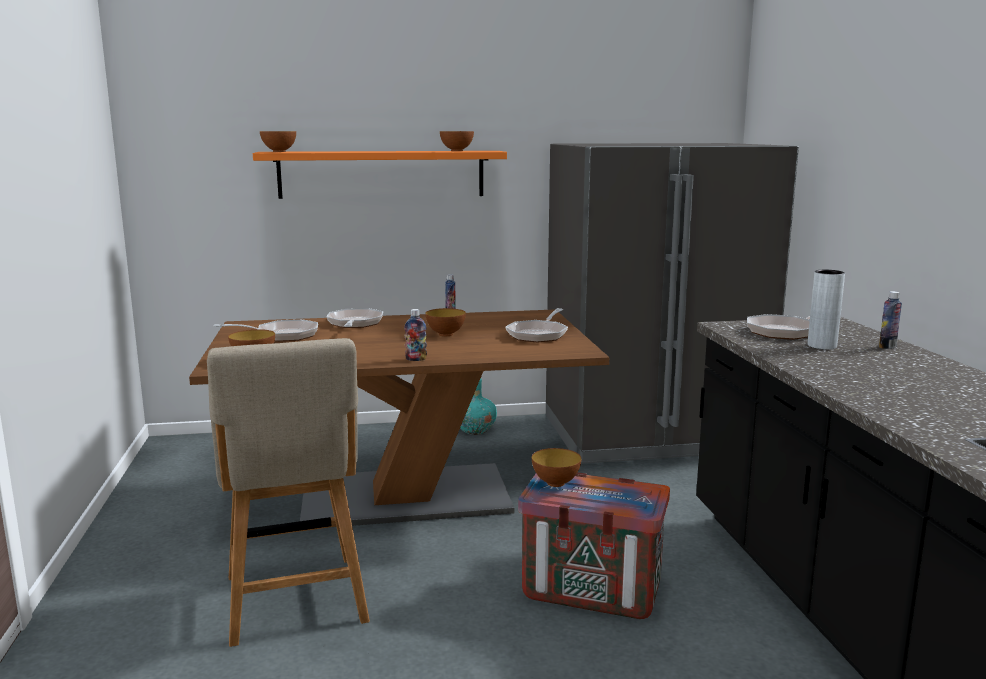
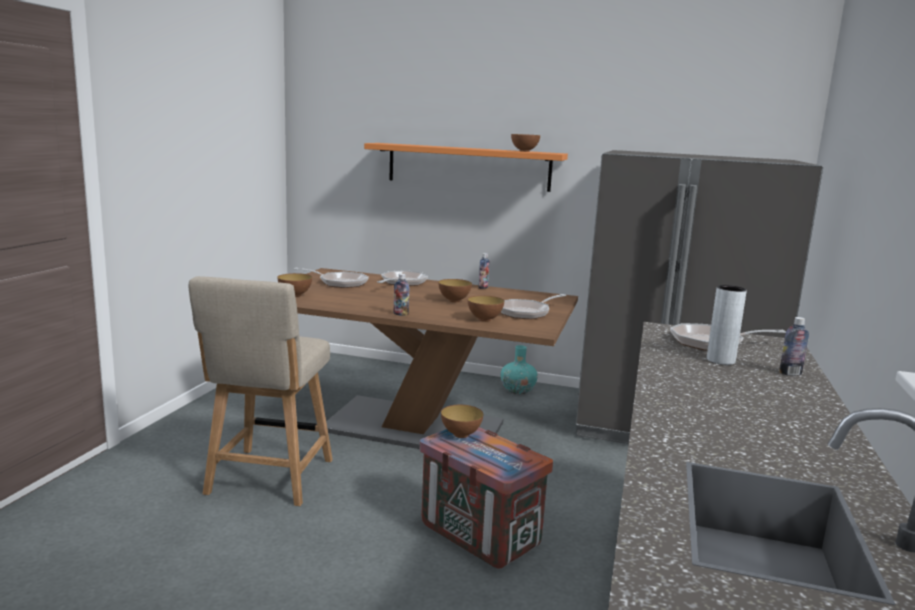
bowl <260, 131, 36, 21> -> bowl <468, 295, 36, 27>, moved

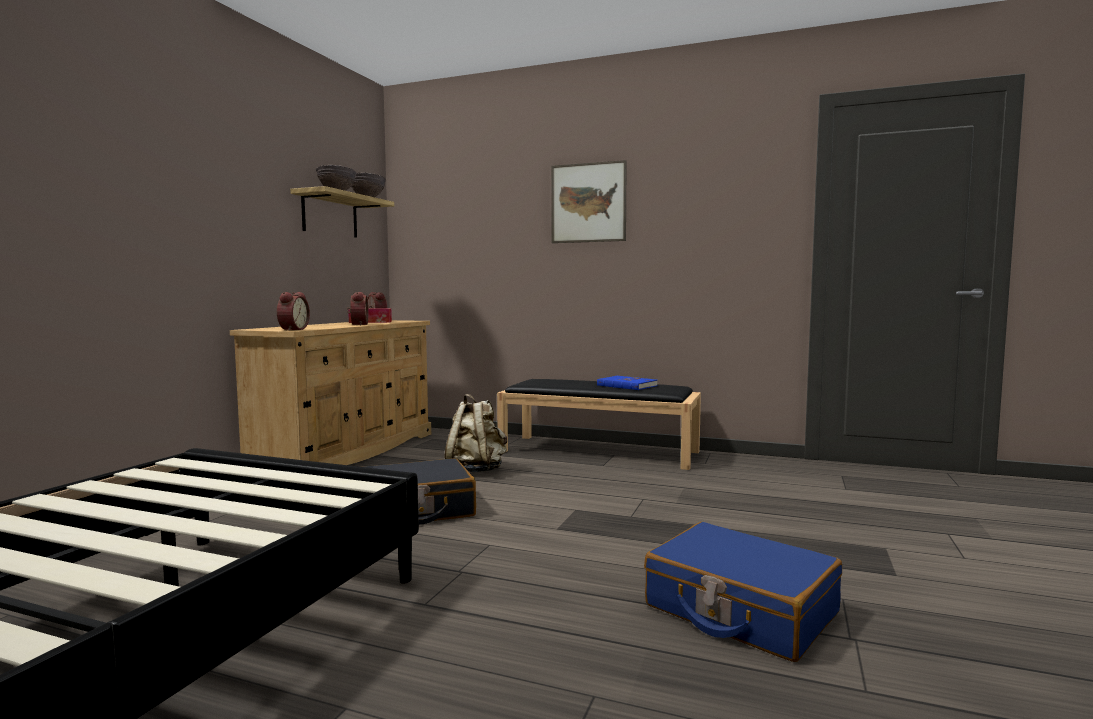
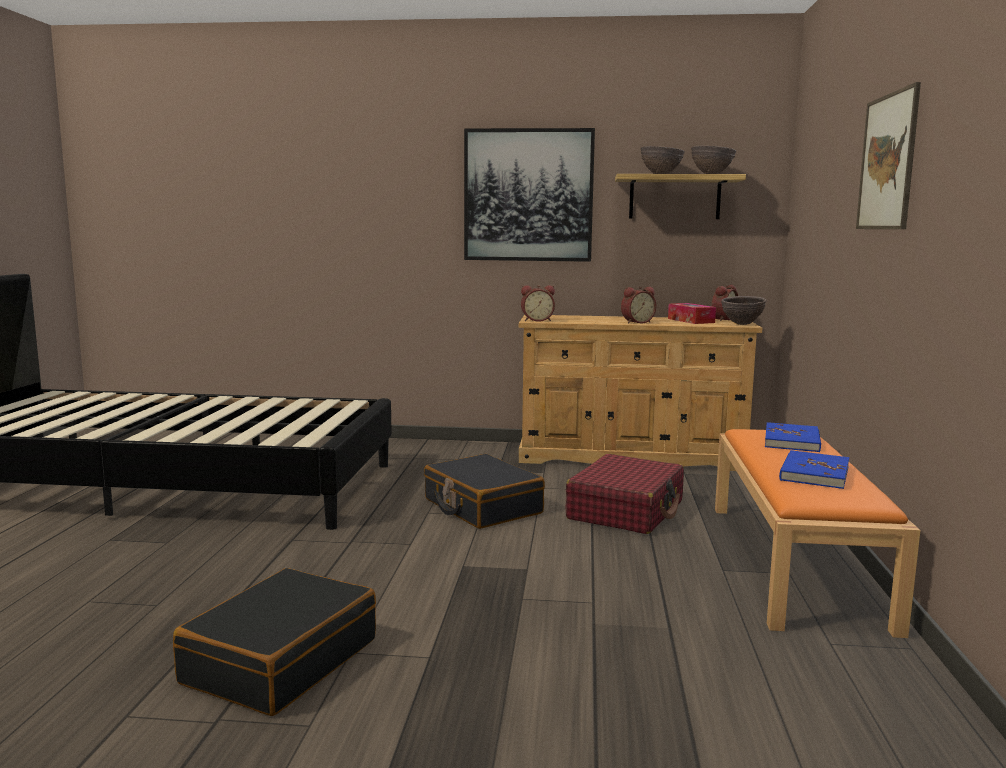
beige backpack <445, 394, 62, 78> -> red suitcase <565, 454, 119, 80>
black bench <497, 379, 204, 91> -> orange bench <715, 429, 206, 209>
blue suitcase <644, 522, 198, 140> -> black suitcase <173, 568, 203, 148>
none -> picture <464, 128, 131, 134>
none -> brown bowl <721, 296, 46, 29>
none -> blue book <765, 422, 56, 30>

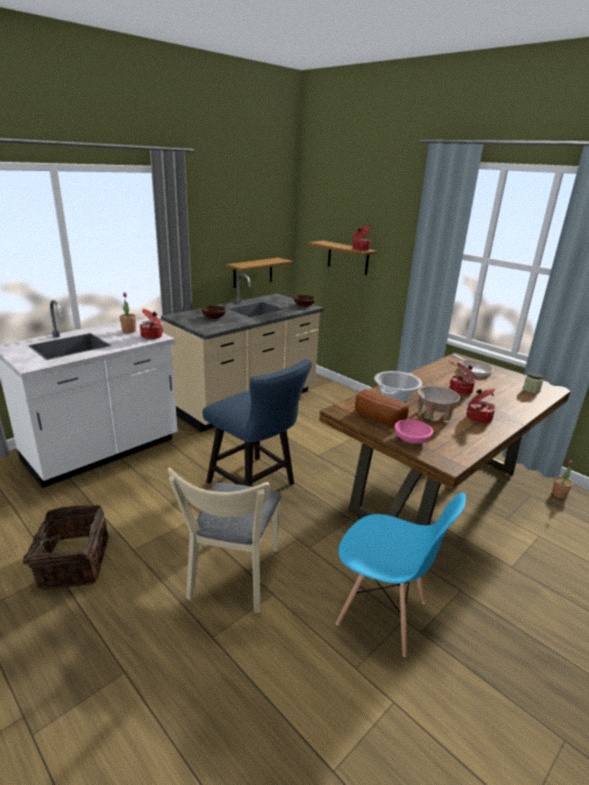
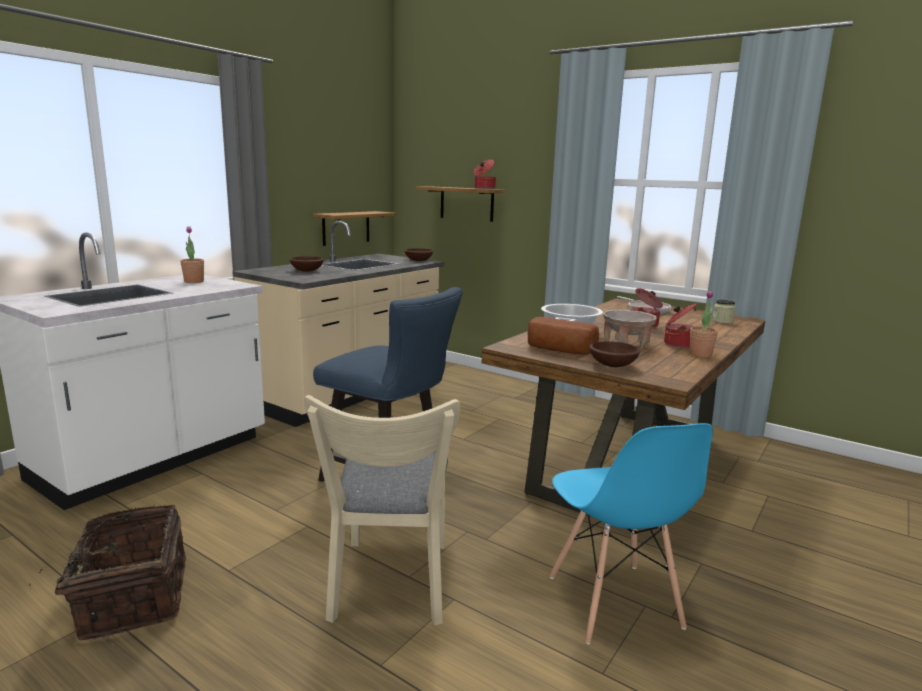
cooking pot <140, 309, 22, 30> -> none
blue chair <336, 493, 130, 164> -> blue chair <549, 423, 164, 221>, 60 degrees clockwise
pink bowl <395, 419, 38, 25> -> brown bowl <589, 341, 51, 26>
potted plant <552, 460, 21, 38> -> potted plant <690, 291, 28, 66>, moved

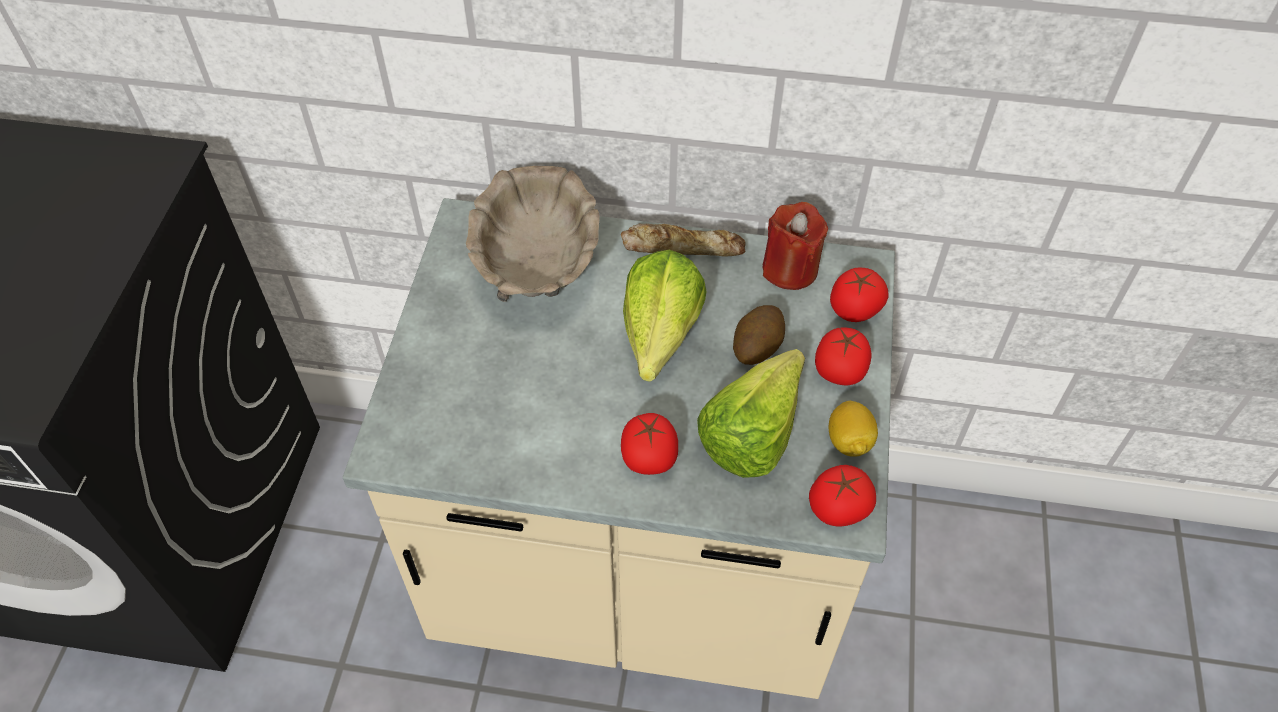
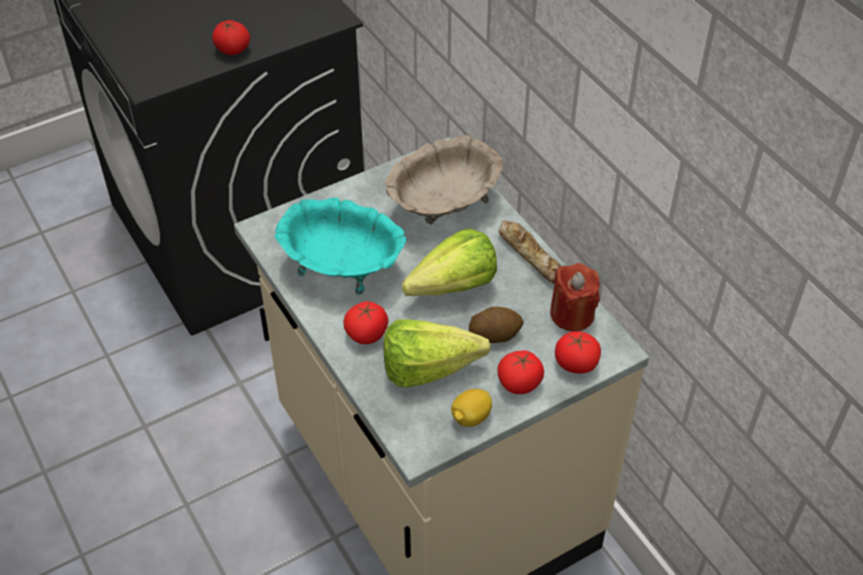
tomato <809, 465, 67, 61> -> tomato <212, 20, 38, 35>, moved
none -> turquoise bowl <274, 198, 132, 97>

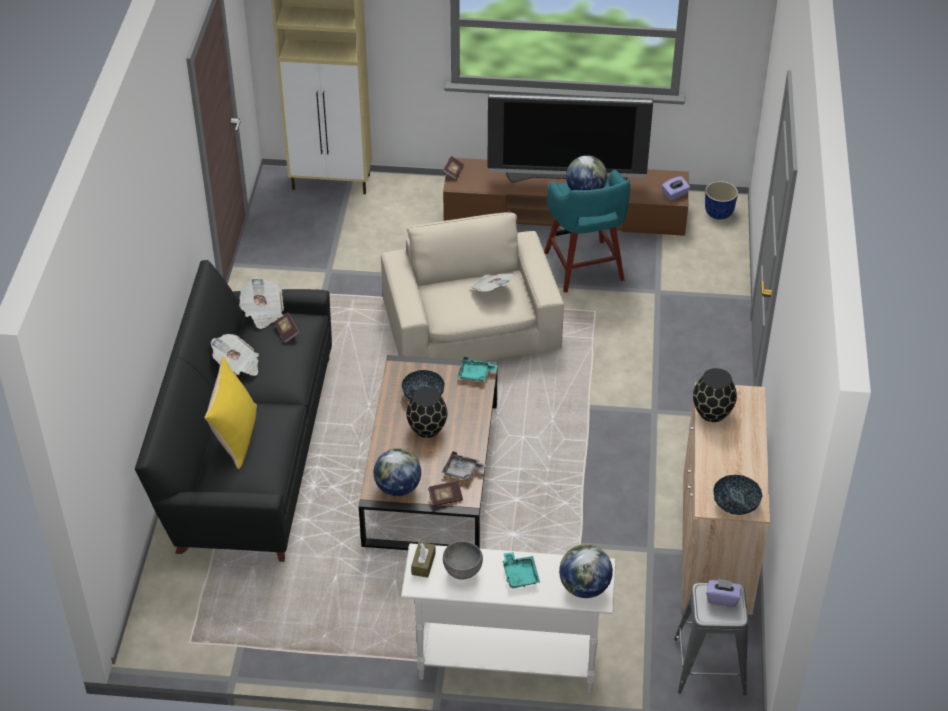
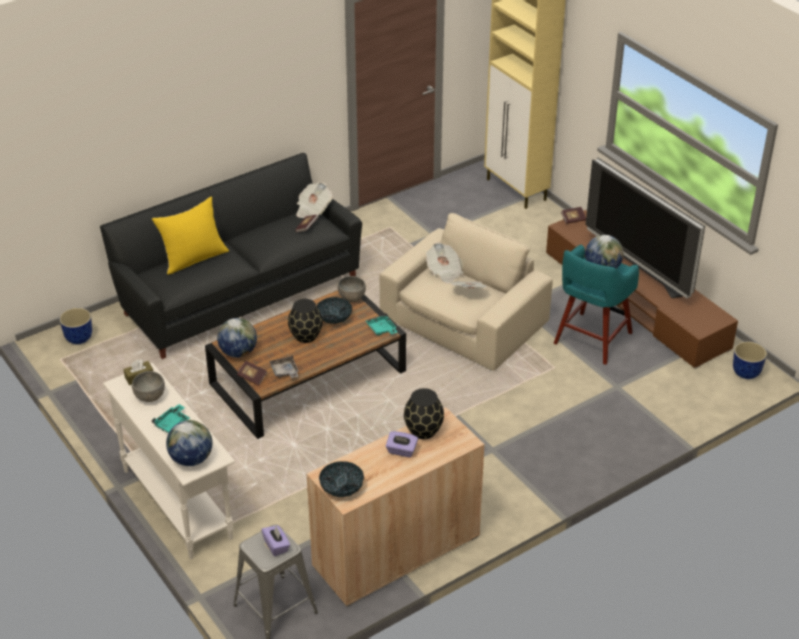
newspaper <211, 334, 48, 42> -> newspaper <426, 242, 38, 42>, moved
purple tissue box <662, 176, 28, 25> -> purple tissue box <386, 431, 32, 27>, moved
none -> planter <59, 308, 33, 36>
none -> grey bowl <338, 276, 28, 26>

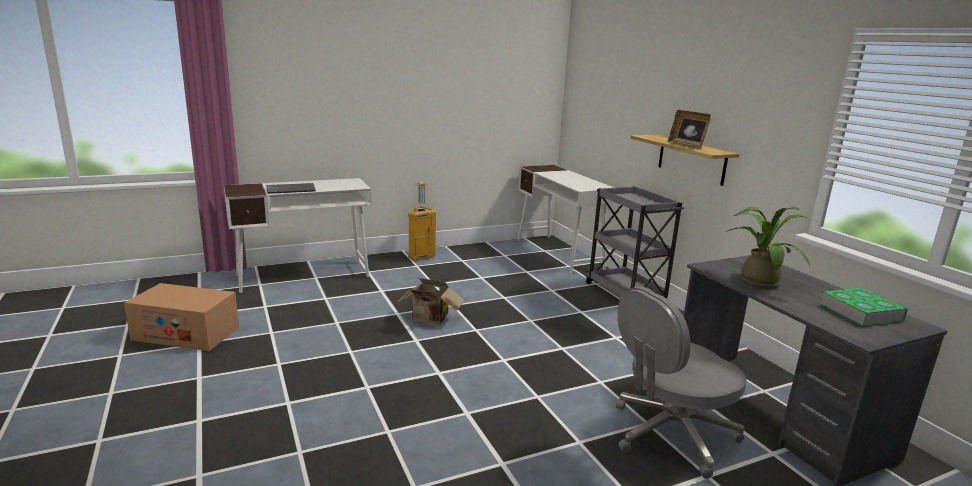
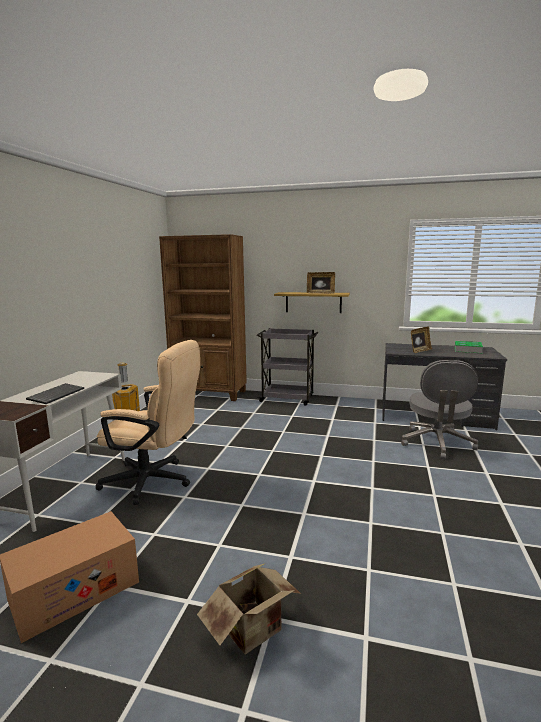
cardboard box <398, 278, 66, 47> -> cardboard box <197, 563, 104, 92>, moved
white desk <518, 165, 98, 110> -> brown bookcase <159, 234, 88, 167>
potted plant <726, 207, 90, 82> -> picture frame <411, 326, 21, 27>
none -> beige office chair <96, 340, 104, 165>

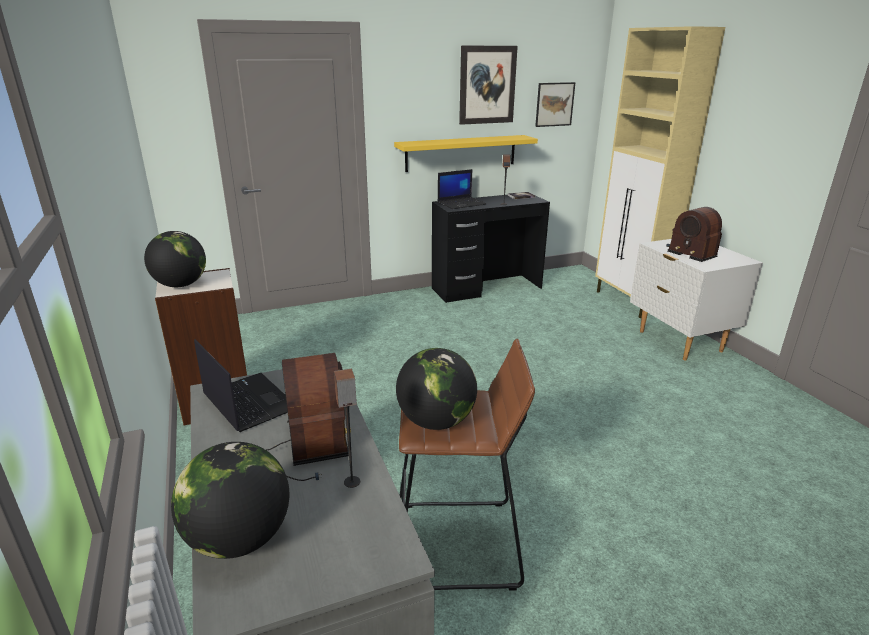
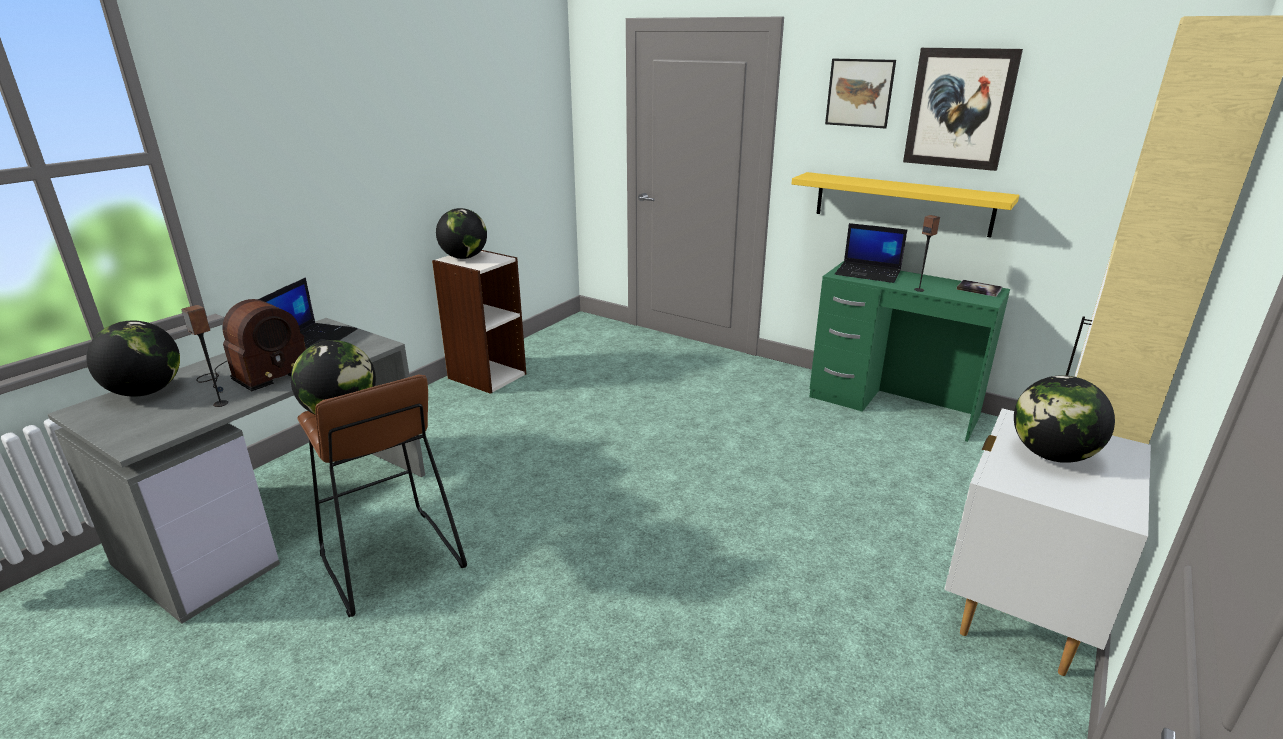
black desk <432, 195, 118, 108> -> green desk <809, 261, 201, 181>
picture <535, 82, 41, 45> -> picture <825, 59, 71, 70>, moved
radio <666, 207, 56, 55> -> globe <1014, 375, 101, 88>

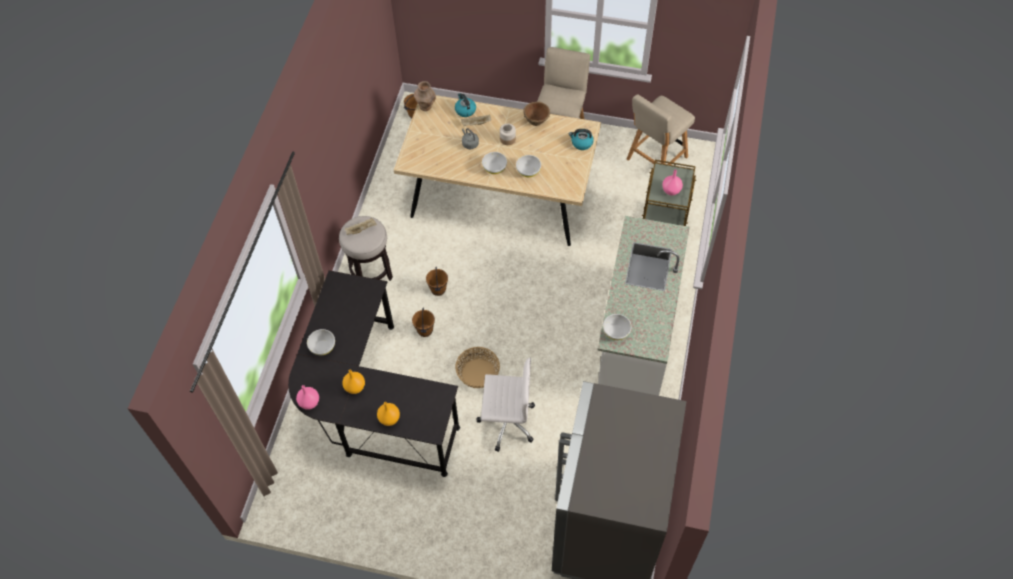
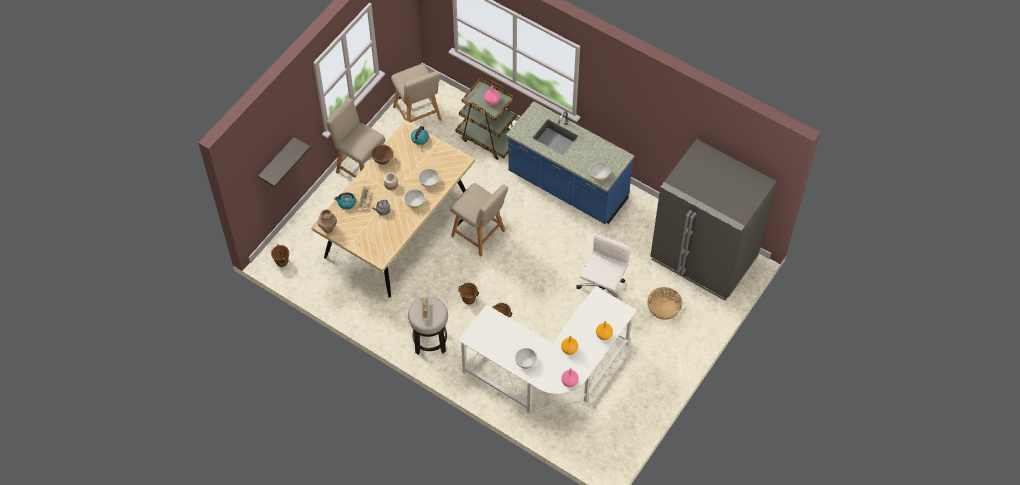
black desk <288, 270, 172, 207> -> white desk <458, 286, 179, 127>
basket <455, 347, 45, 41> -> basket <647, 287, 36, 33>, moved
white counter <597, 216, 93, 180> -> blue counter <506, 101, 128, 123>
none -> shelf <258, 137, 53, 50>
none -> beige chair <450, 183, 58, 73>

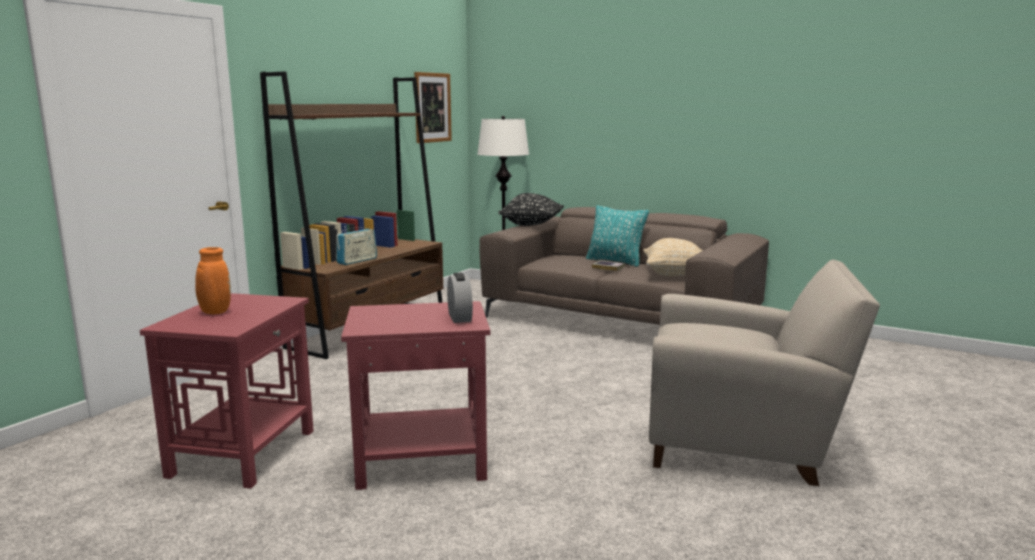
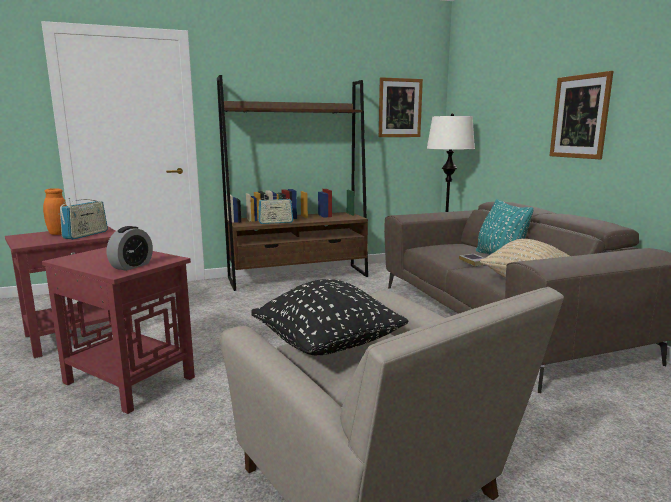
black pillow <498, 193, 66, 33> -> black pillow <251, 279, 157, 77>, moved
none -> radio <60, 198, 48, 42>
none -> picture <550, 71, 63, 88>

